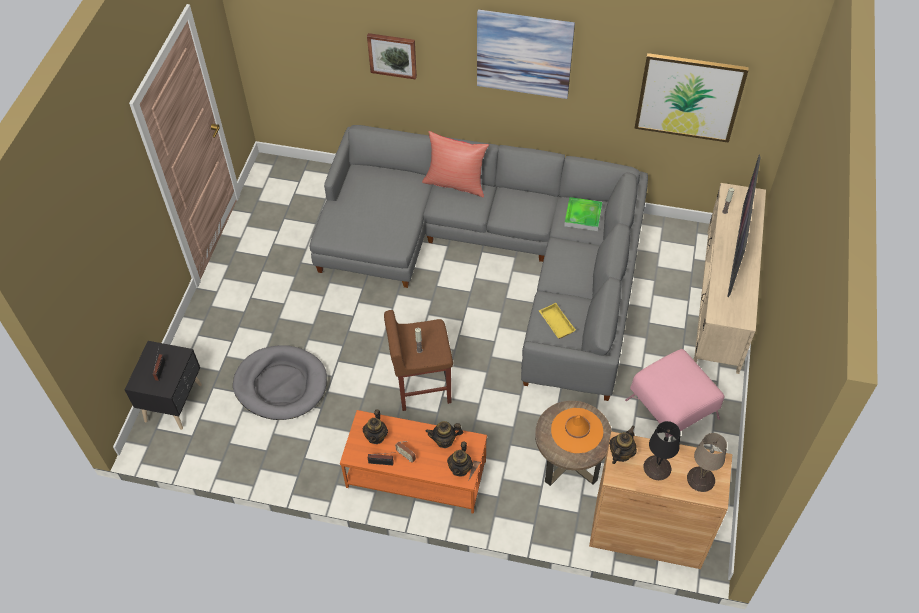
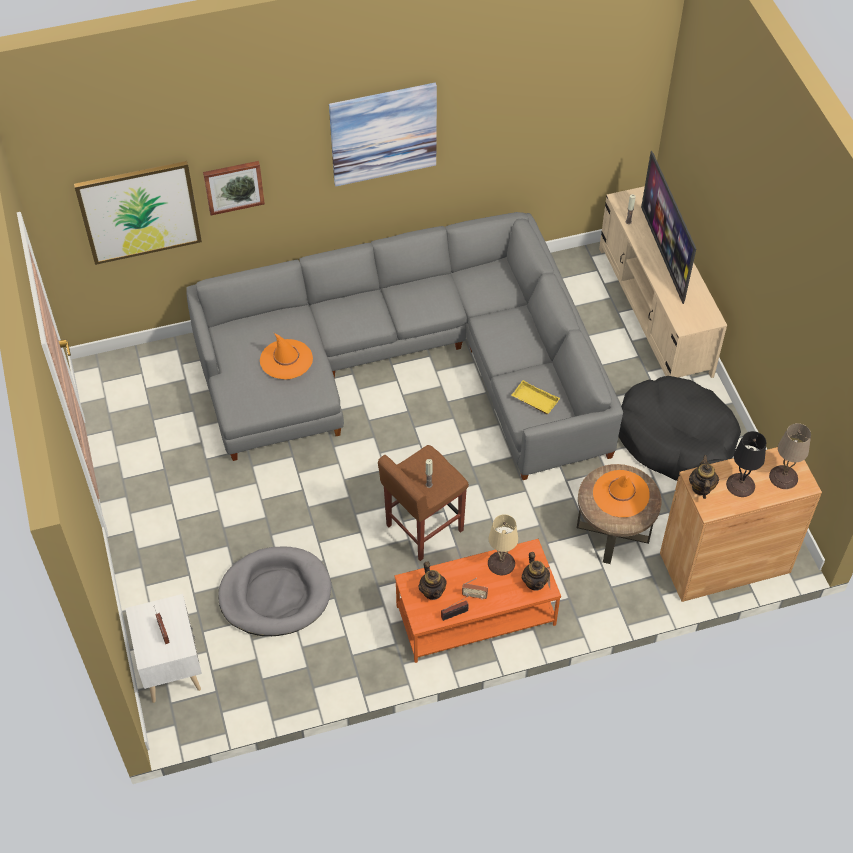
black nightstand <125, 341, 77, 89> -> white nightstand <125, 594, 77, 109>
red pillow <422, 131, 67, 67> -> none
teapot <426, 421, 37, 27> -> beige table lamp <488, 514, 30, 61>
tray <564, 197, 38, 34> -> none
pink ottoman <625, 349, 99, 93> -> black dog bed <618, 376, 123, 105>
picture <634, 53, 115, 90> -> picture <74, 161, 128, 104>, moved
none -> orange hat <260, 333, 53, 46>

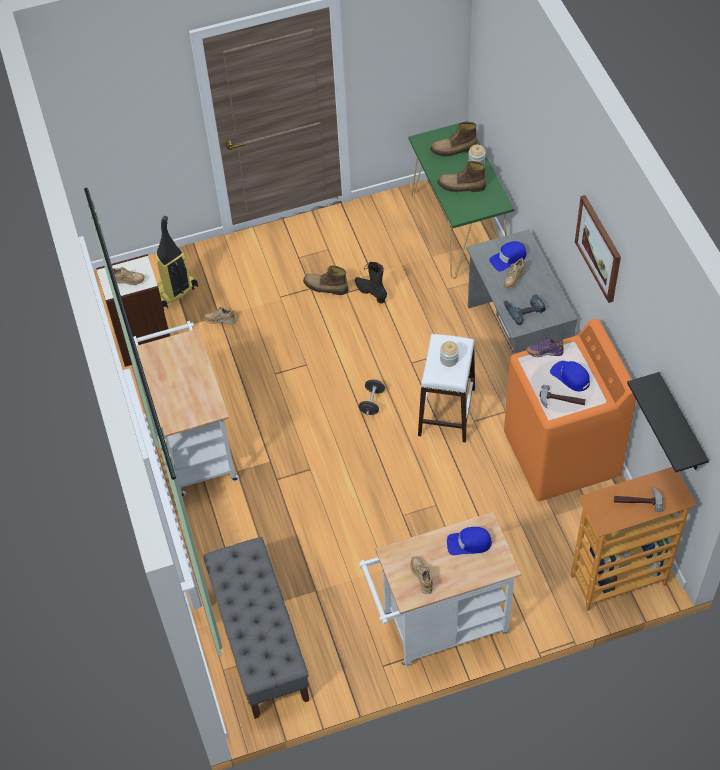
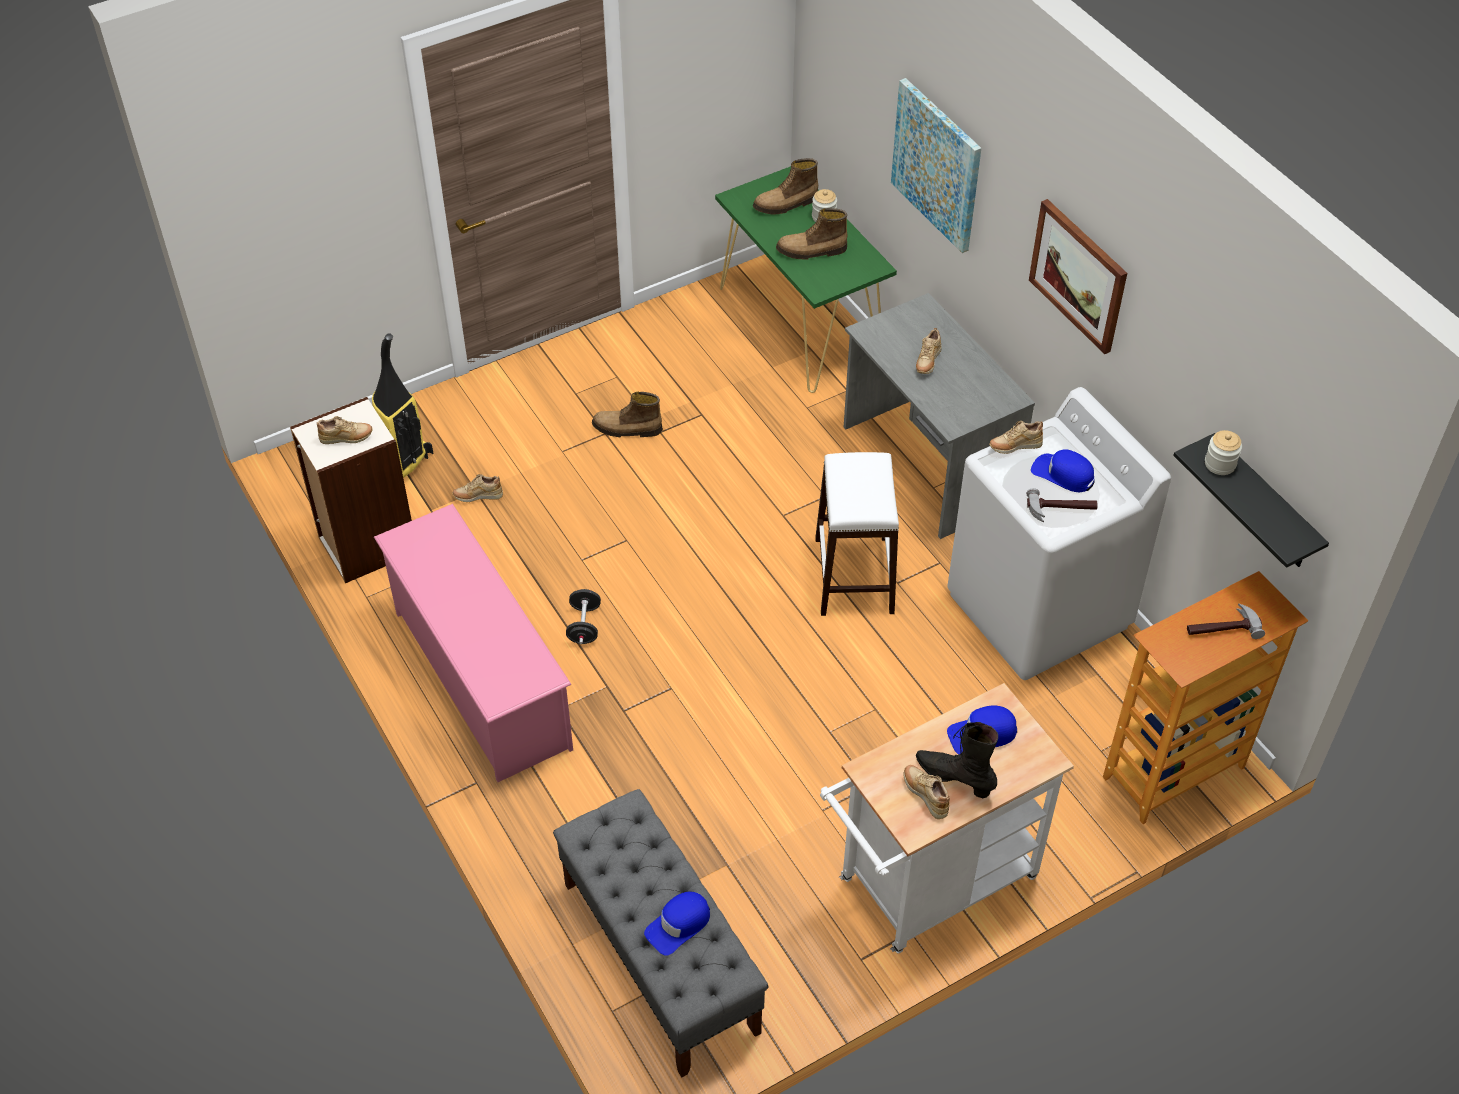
white cart <133, 321, 106, 176> -> pink shoe rack <374, 504, 199, 278>
black boot <355, 262, 32, 42> -> black boot <916, 722, 82, 76>, moved
black dumbbell <359, 379, 26, 36> -> black dumbbell <566, 589, 35, 55>, moved
jar <440, 341, 19, 26> -> jar <1205, 430, 37, 45>, moved
blue cap <489, 241, 38, 31> -> blue cap <644, 891, 66, 65>, moved
power drill <503, 294, 43, 31> -> none
orange washing machine <504, 319, 132, 182> -> white washing machine <947, 387, 224, 293>
purple shoe <527, 337, 37, 20> -> beige shoe <989, 421, 54, 33>
none -> picture <891, 78, 90, 175>

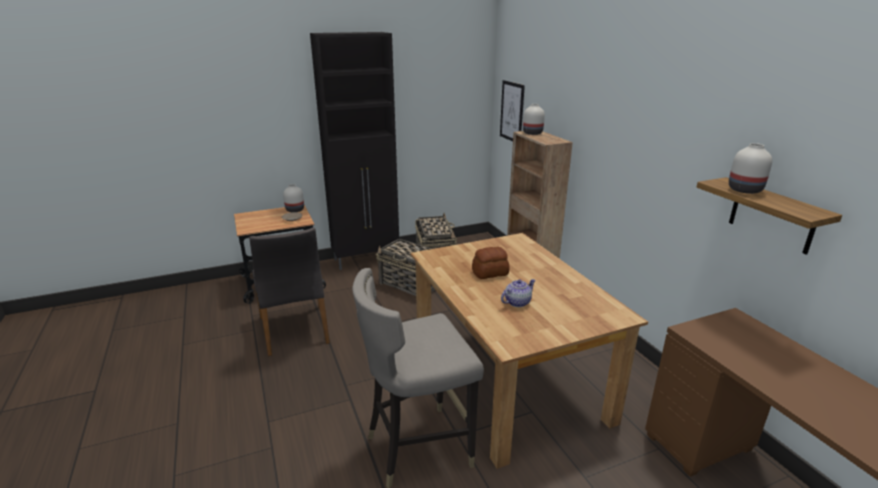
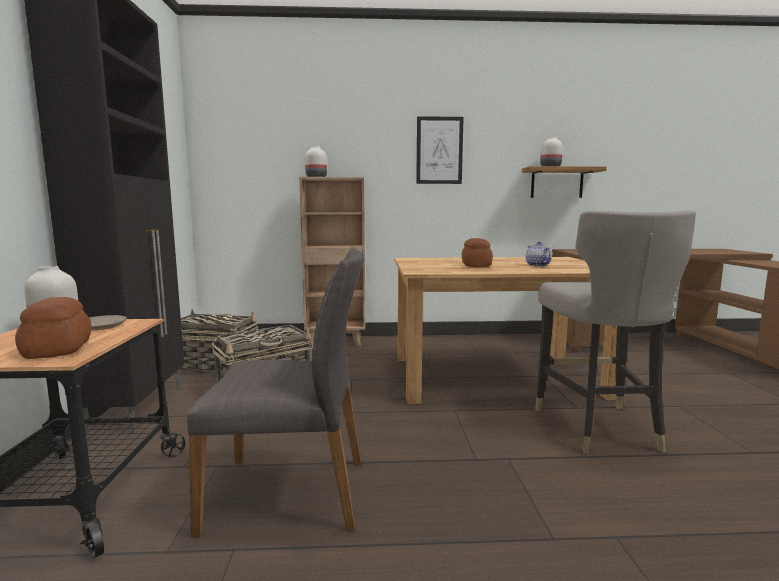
picture <500, 80, 25, 61> -> picture <416, 116, 48, 68>, moved
none -> bread <15, 297, 76, 62>

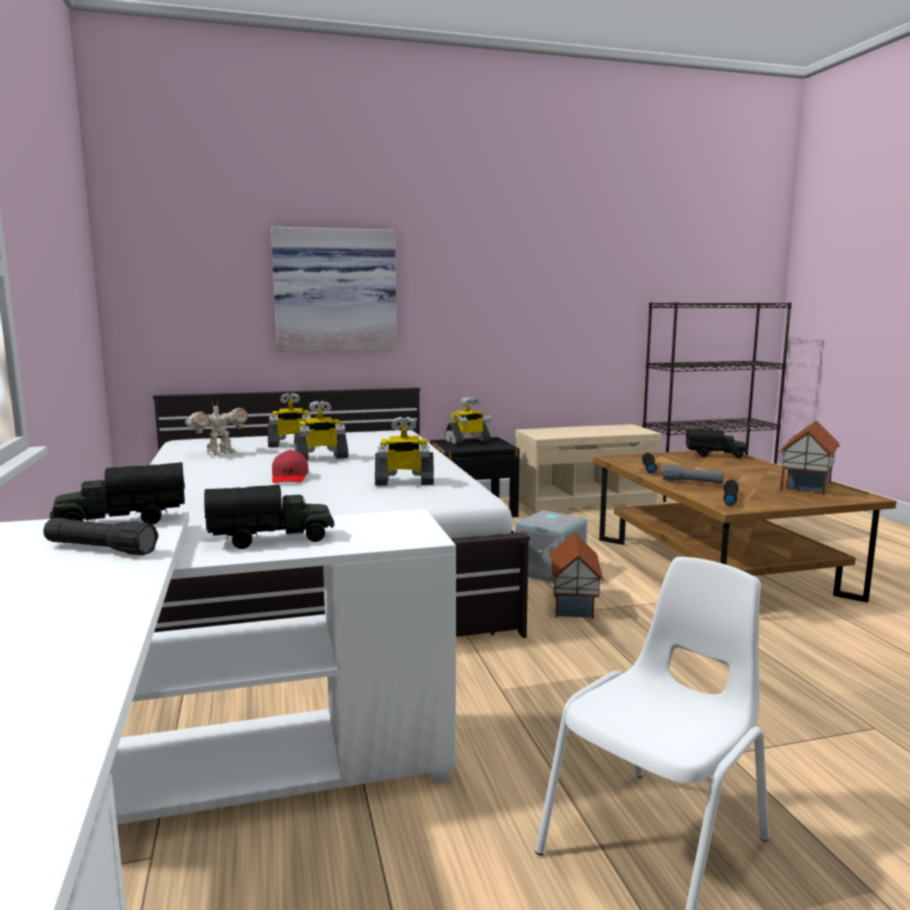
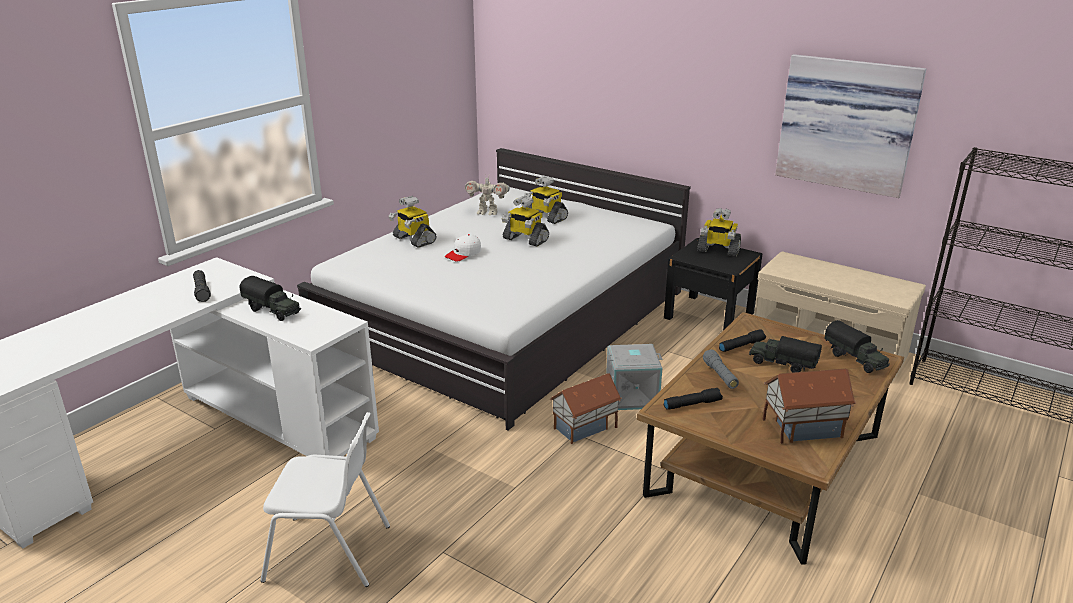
toy truck <50, 462, 135, 63> -> toy truck <749, 336, 73, 37>, moved
picture <271, 227, 126, 125> -> picture <775, 54, 151, 144>, moved
red cap <272, 450, 37, 33> -> white cap <444, 234, 37, 28>
toy robot <375, 417, 59, 69> -> toy robot <388, 196, 49, 52>, moved

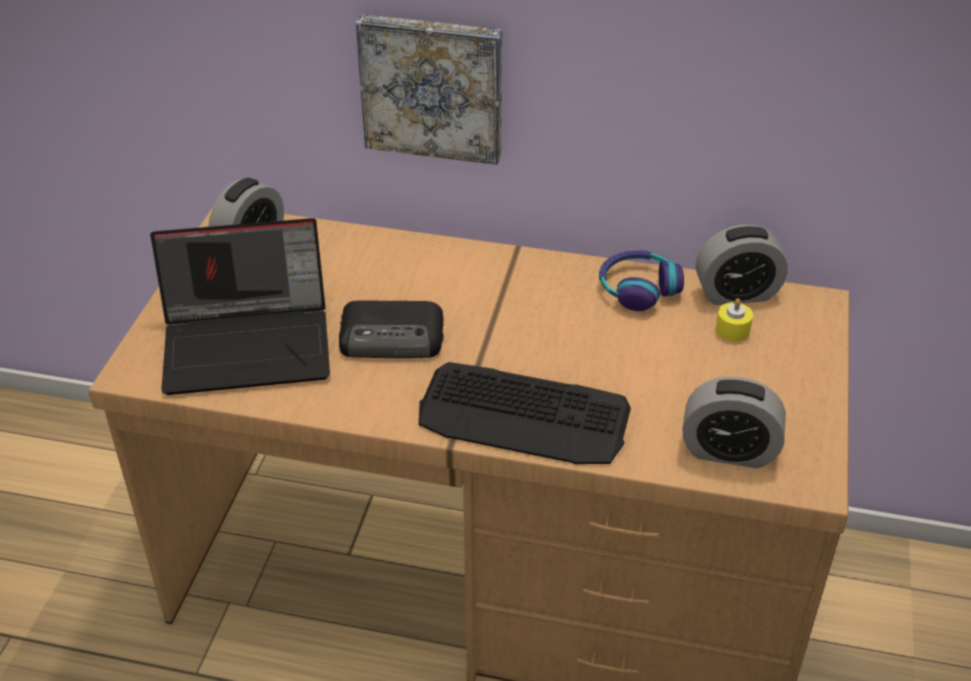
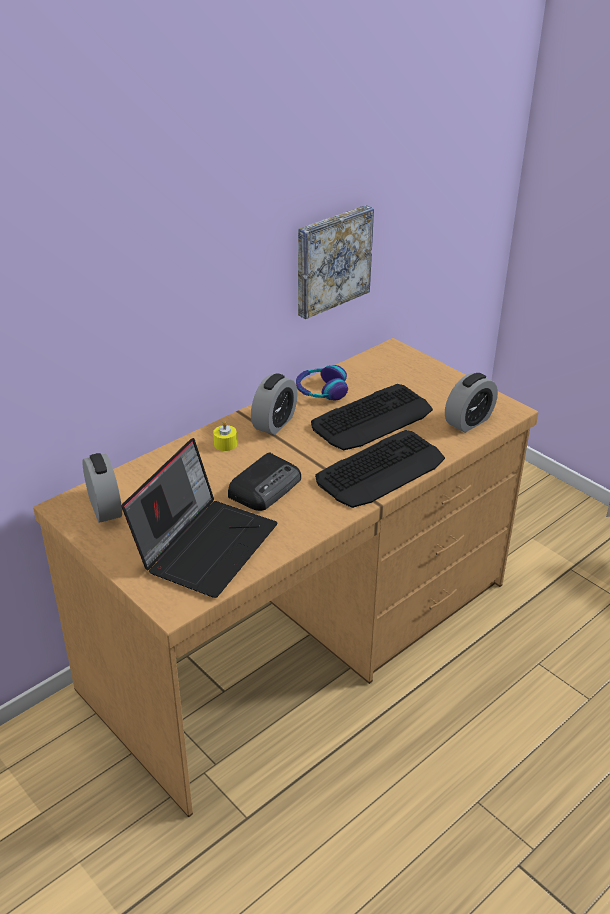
picture <356, 14, 146, 151> -> picture <298, 205, 76, 114>, moved
alarm clock <696, 224, 92, 81> -> alarm clock <251, 373, 47, 62>, moved
yellow candle <716, 298, 37, 44> -> yellow candle <213, 421, 24, 30>, moved
none -> keyboard <311, 384, 122, 67>

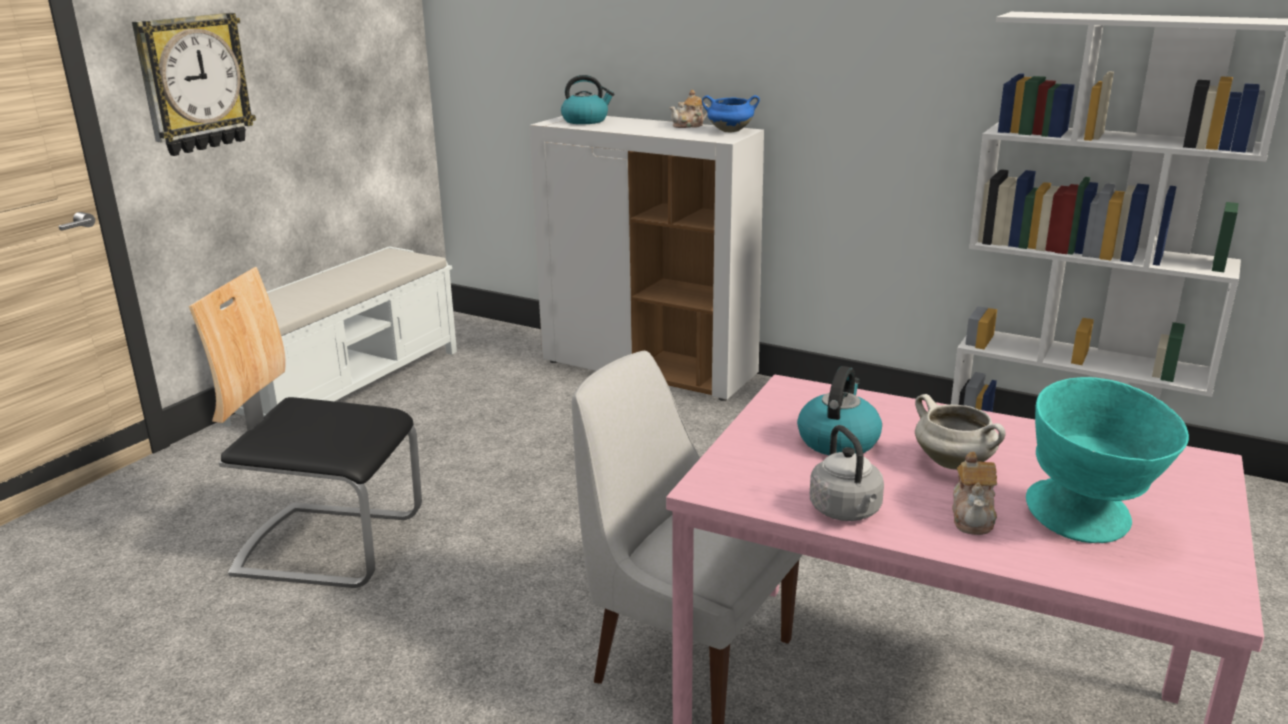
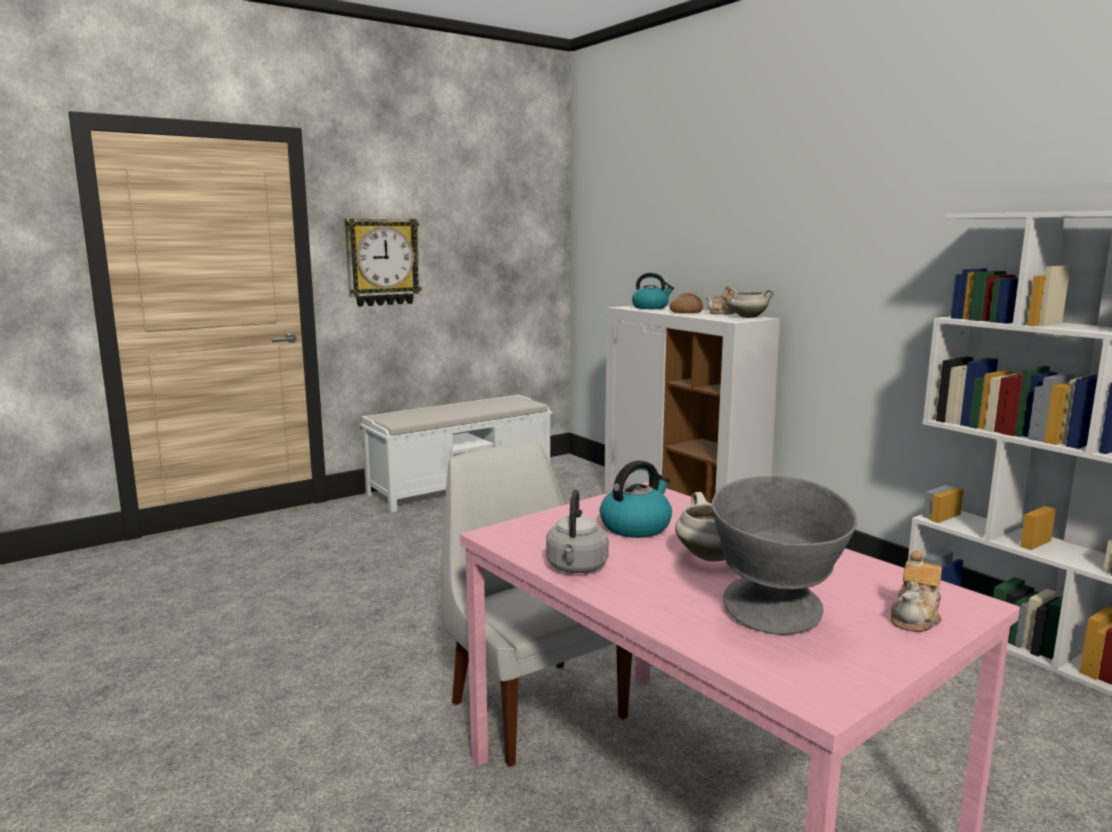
chair <189, 267, 233, 321> -> none
blue cooking pot <702, 95, 58, 37> -> white cooking pot <727, 288, 47, 30>
teapot <952, 452, 45, 83> -> teapot <890, 551, 52, 81>, moved
turquoise bowl <1026, 377, 163, 166> -> grey bowl <712, 476, 145, 159>
none -> bread <670, 293, 33, 20>

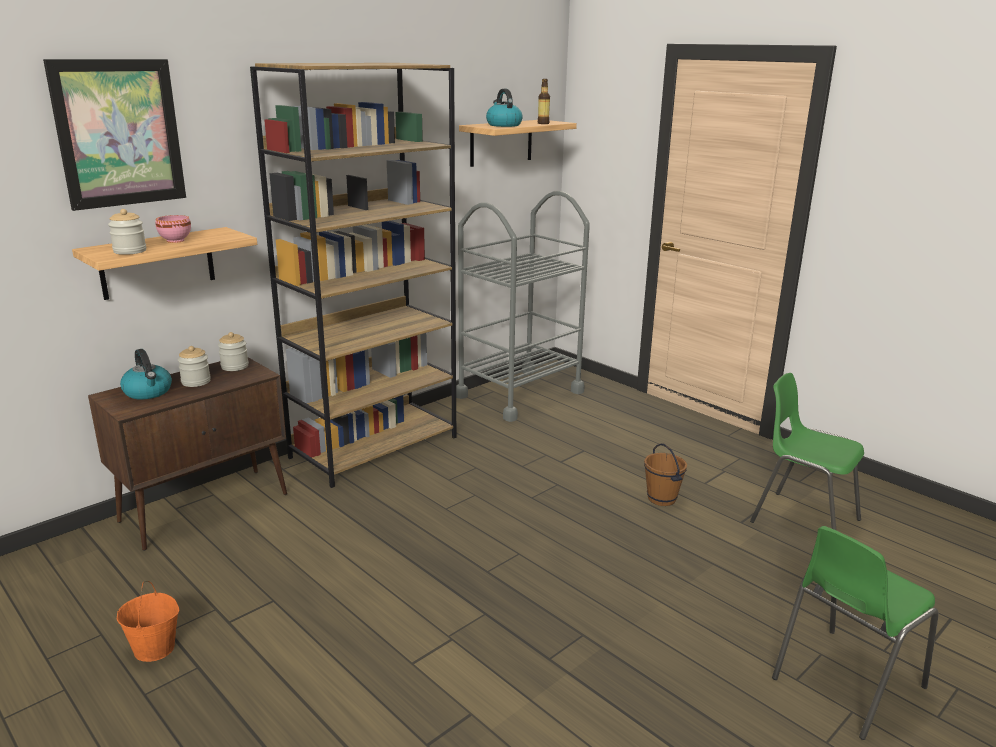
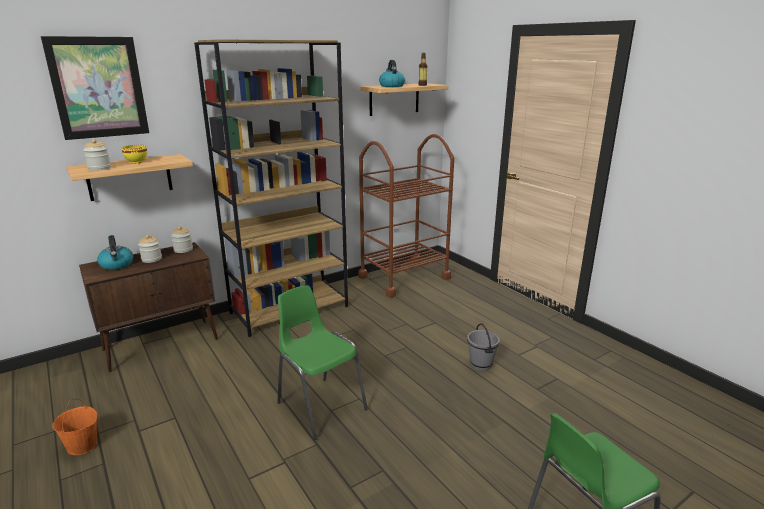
pink bowl <155, 215, 36, 28> -> yellow bowl <122, 145, 25, 19>
grey cart <456, 191, 134, 231> -> brown cart <358, 134, 96, 164>
brown bucket <644, 443, 43, 63> -> grey bucket <467, 323, 33, 48>
green chair <750, 373, 114, 157> -> green chair <277, 285, 91, 155>, moved

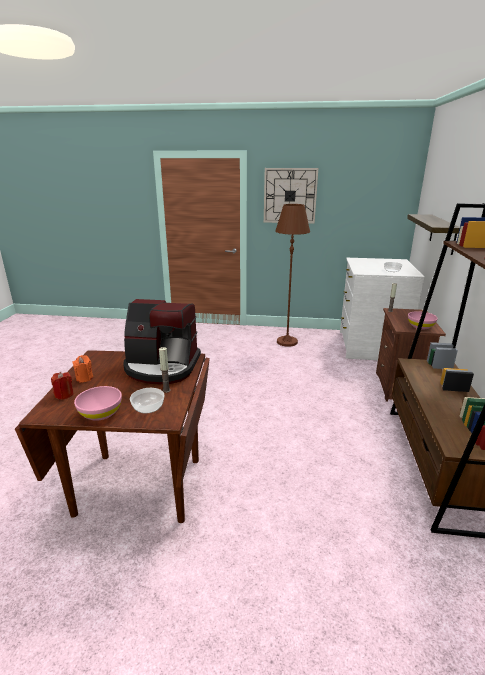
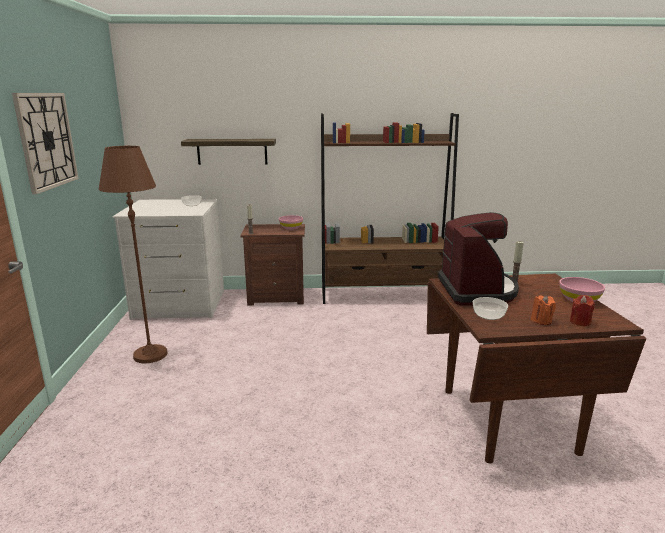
bowl <130, 388, 34, 25> -> bowl <473, 297, 35, 23>, moved

